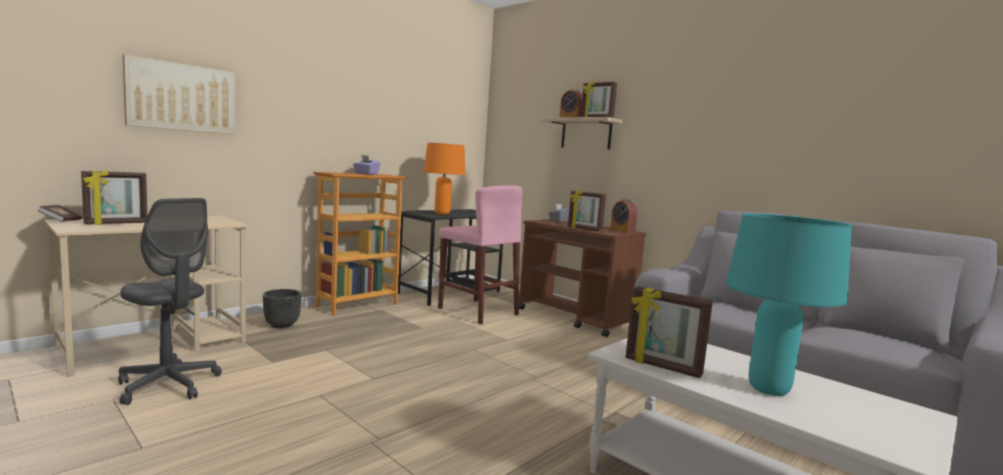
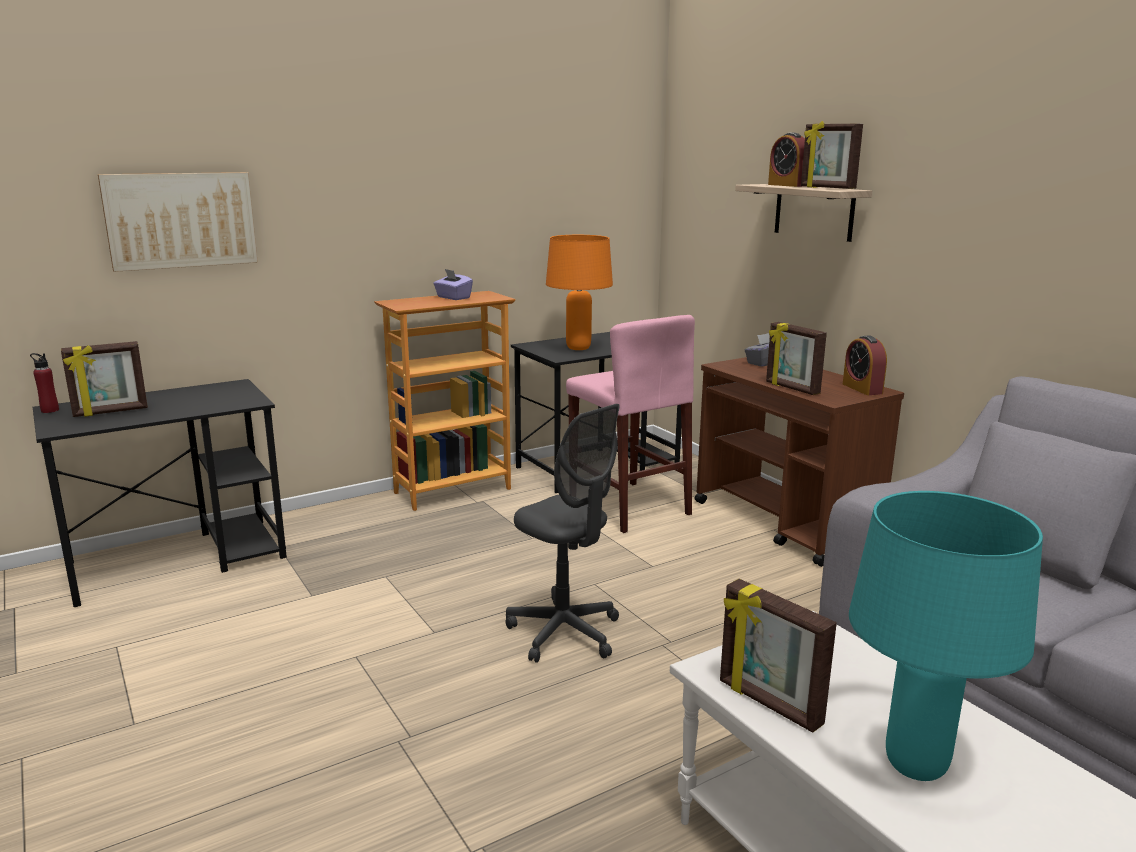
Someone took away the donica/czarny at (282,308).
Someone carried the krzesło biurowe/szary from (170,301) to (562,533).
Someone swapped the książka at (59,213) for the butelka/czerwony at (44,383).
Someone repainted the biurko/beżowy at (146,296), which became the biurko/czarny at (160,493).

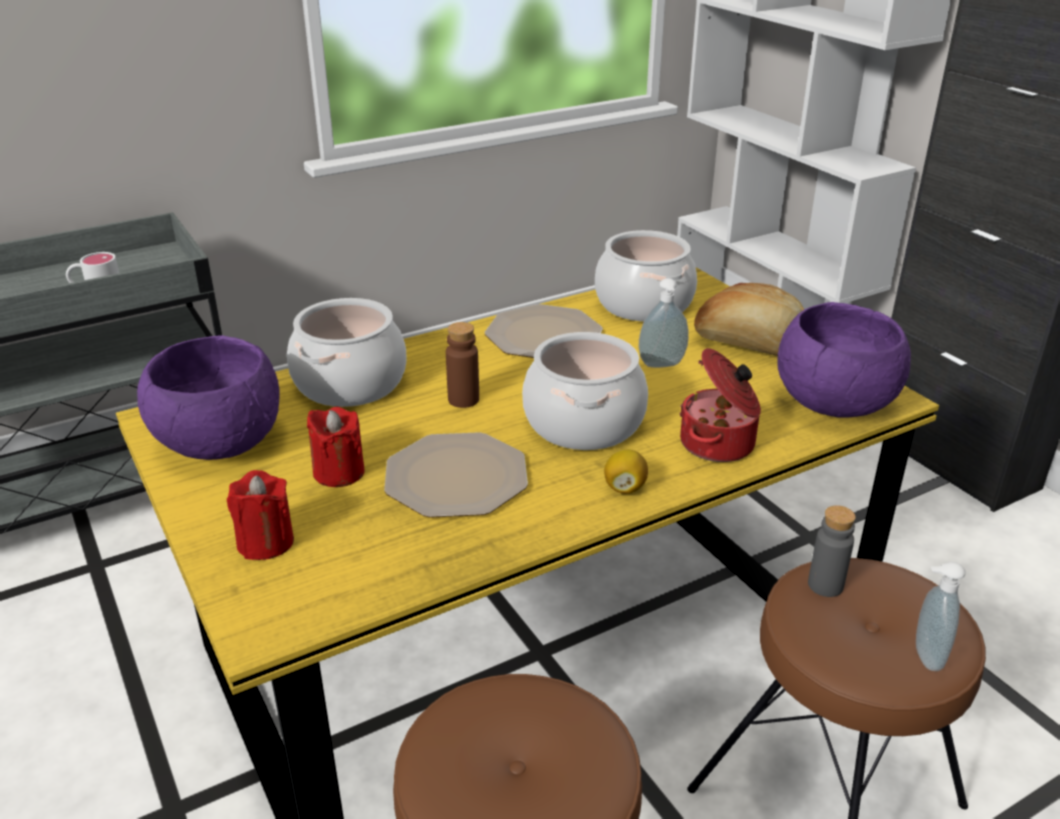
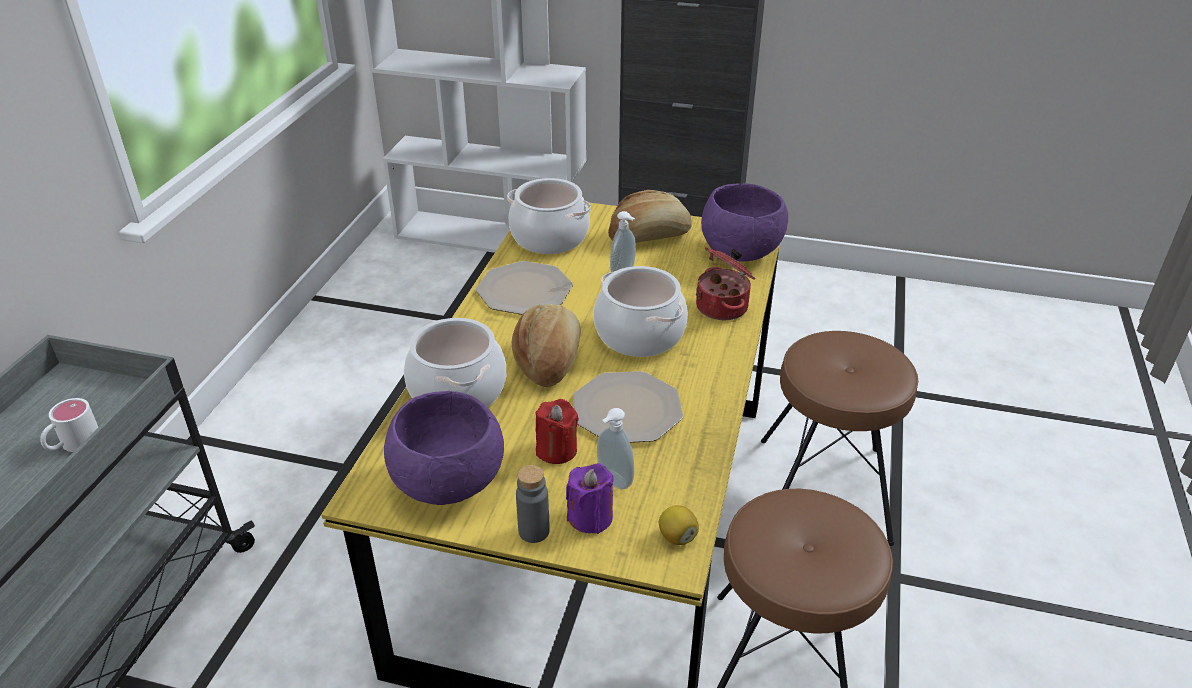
Someone carried the cytryna from (626,472) to (679,525).
Someone carried the butelka/szary from (832,551) to (533,504).
Someone carried the dozownik mydła from (941,616) to (615,449).
Someone swapped the butelka/brązowy at (462,365) for the chleb at (546,345).
Someone repainted the świeca/czerwony at (260,515), which became the świeca/fioletowy at (590,498).

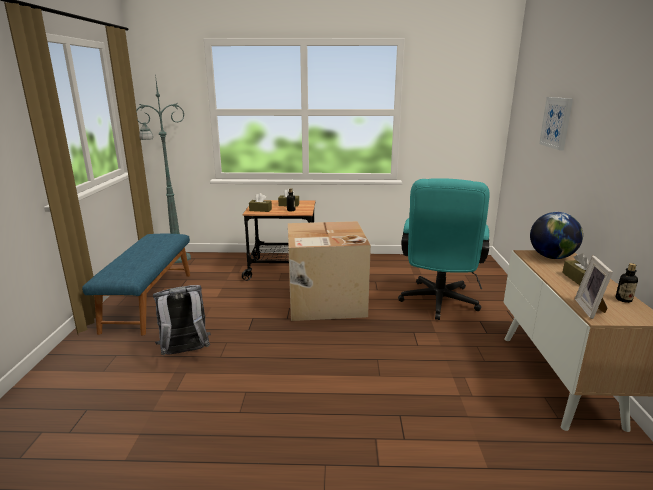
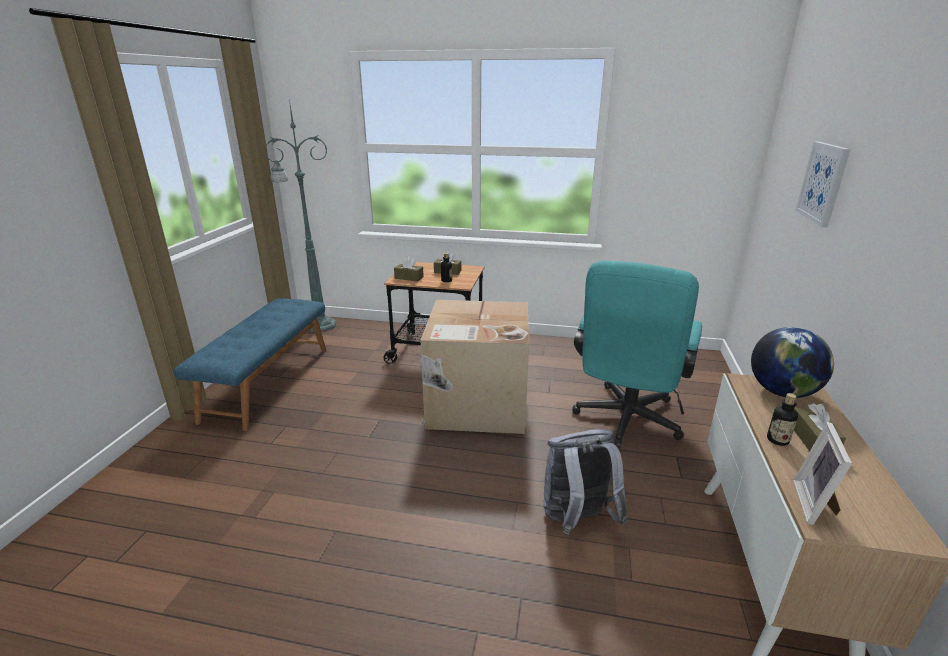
Someone carried the plecak/szary from (182,320) to (585,482).
Someone carried the butelka from (627,283) to (782,419).

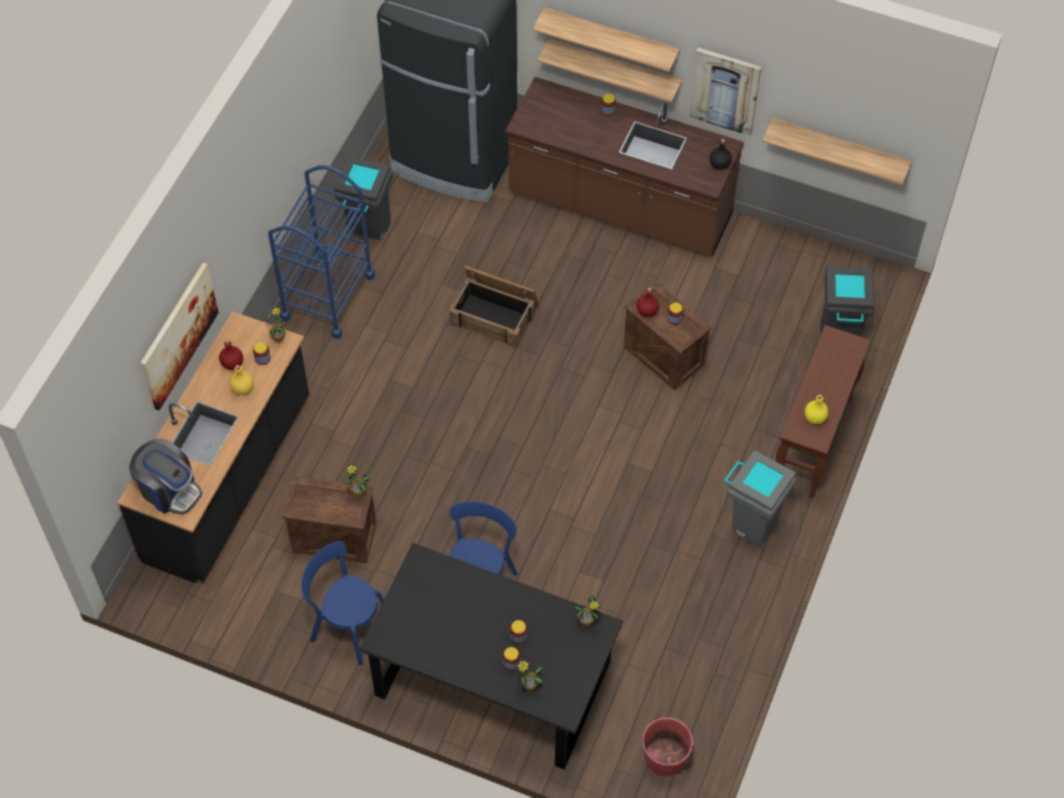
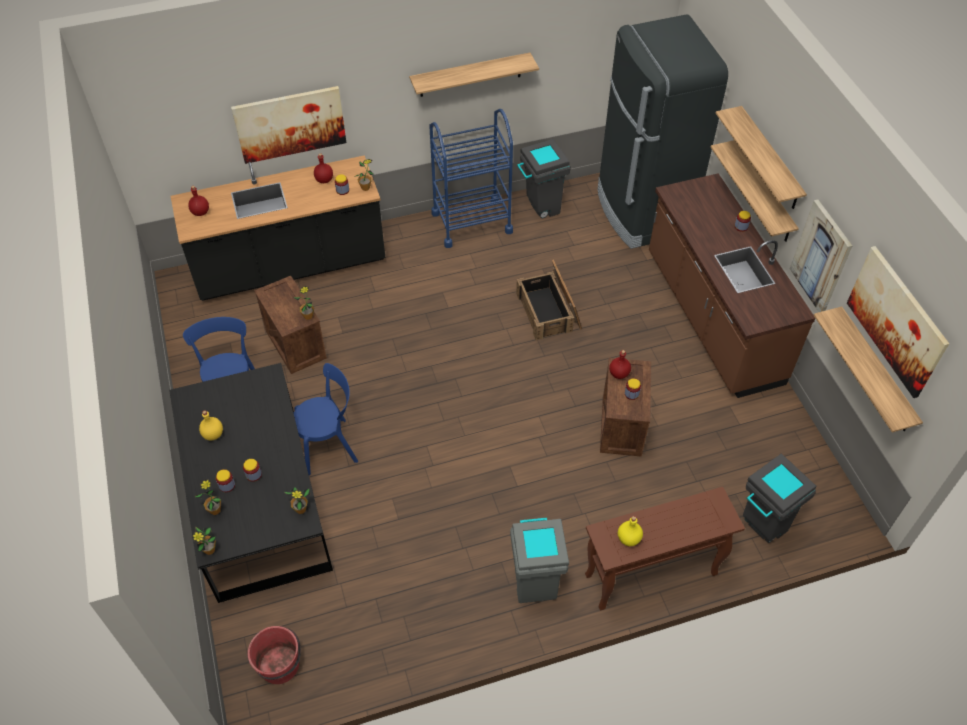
Someone took away the butelka/czarny at (721,154).
Someone put down the roślina doniczkowa at (204,541).
Someone put up the półka at (474,75).
Someone put up the obraz at (898,322).
Someone carried the butelka/żółty from (241,380) to (211,425).
Someone swapped the ekspres do kawy at (165,476) for the butelka/czerwony at (198,201).

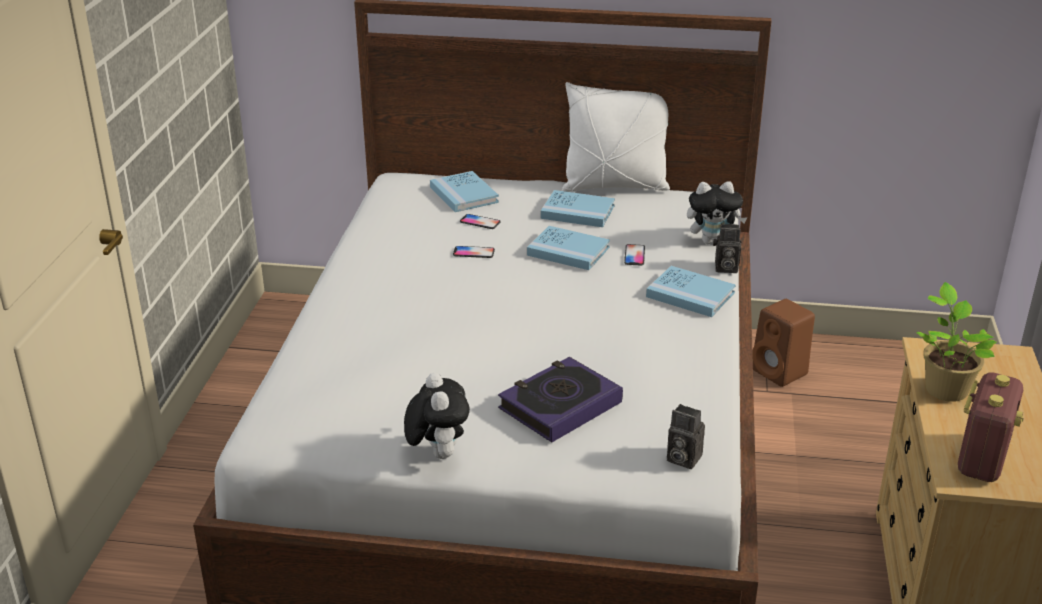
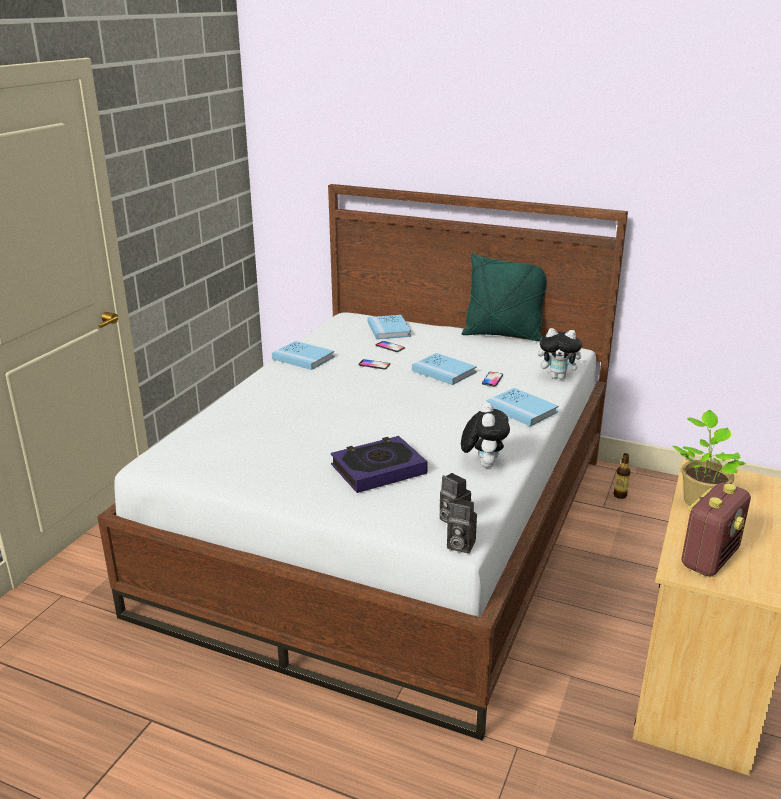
Someone carried the pluszak from (437,416) to (485,435).
Someone carried the książka/niebieski from (577,208) to (303,355).
Someone carried the aparat fotograficzny from (727,248) to (462,526).
Someone swapped the głośnik/brązowy at (783,343) for the butelka at (621,476).
Someone repainted the poduszka/biały at (616,137), which became the poduszka/zielony at (504,297).

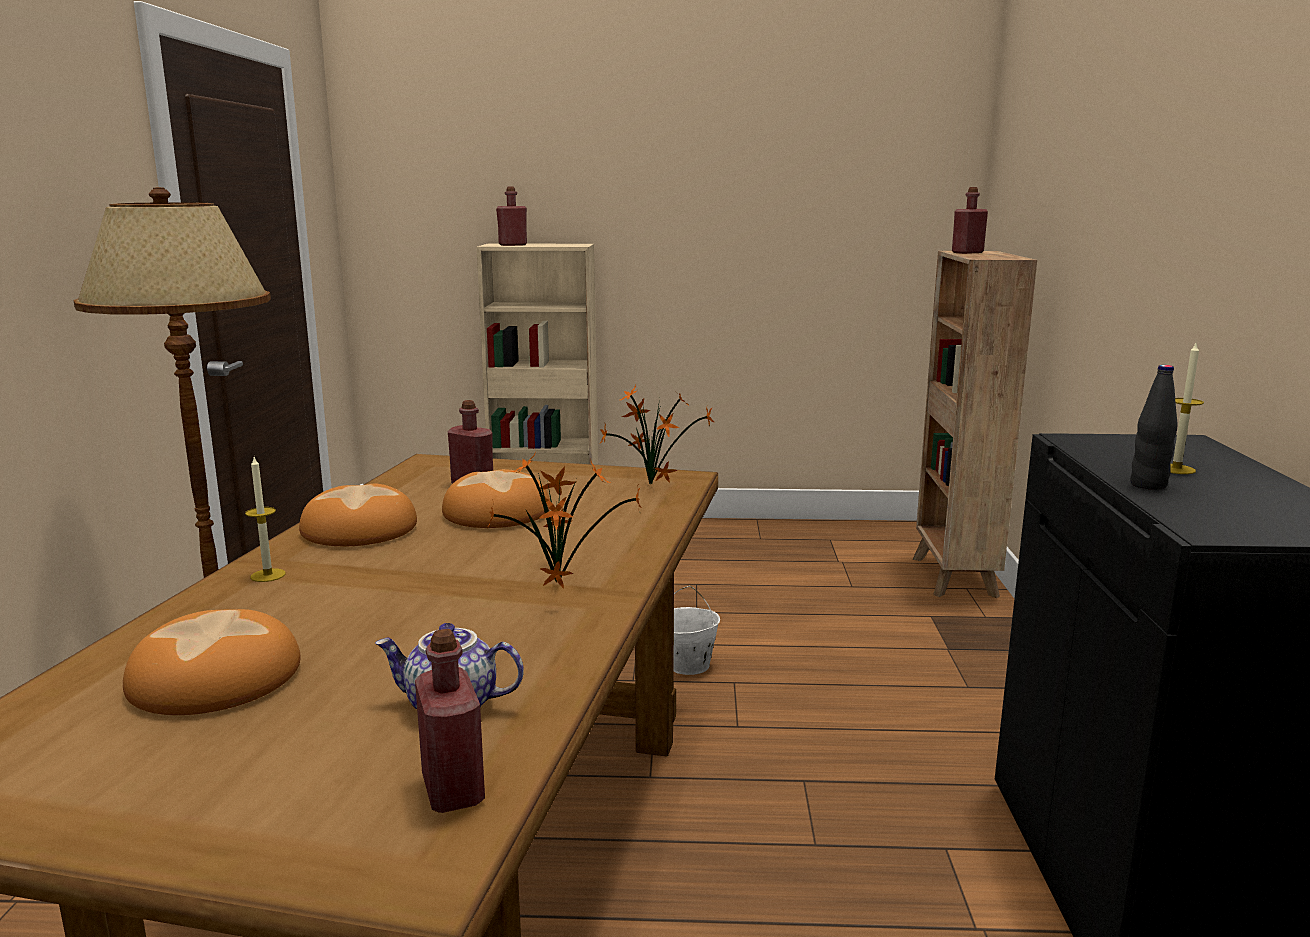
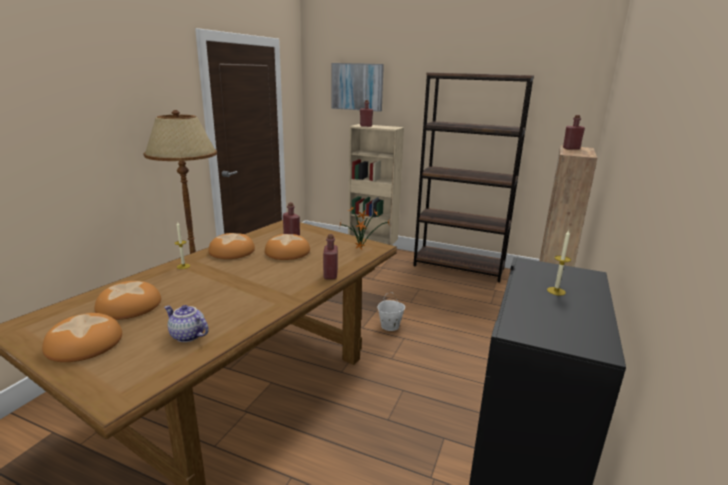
Someone took away the roślina doniczkowa at (564,520).
Someone took away the butelka/czarny at (1154,427).
Someone put down the chleb at (82,337).
Someone put up the obraz at (357,87).
Someone put down the regał/brązowy at (473,177).
Someone carried the butelka/czerwony from (450,721) to (330,256).

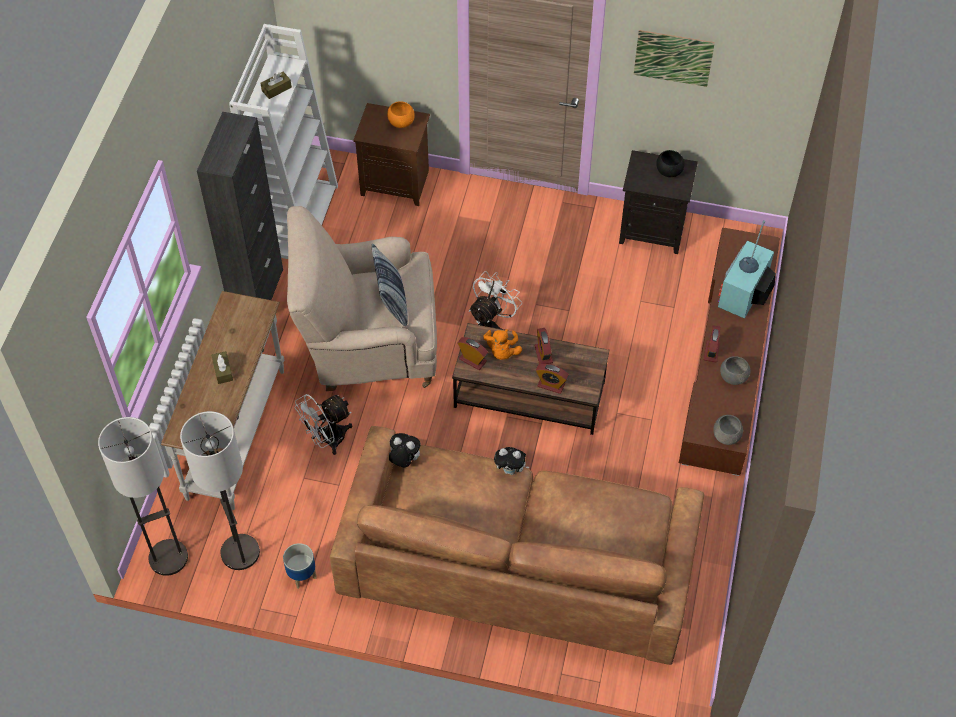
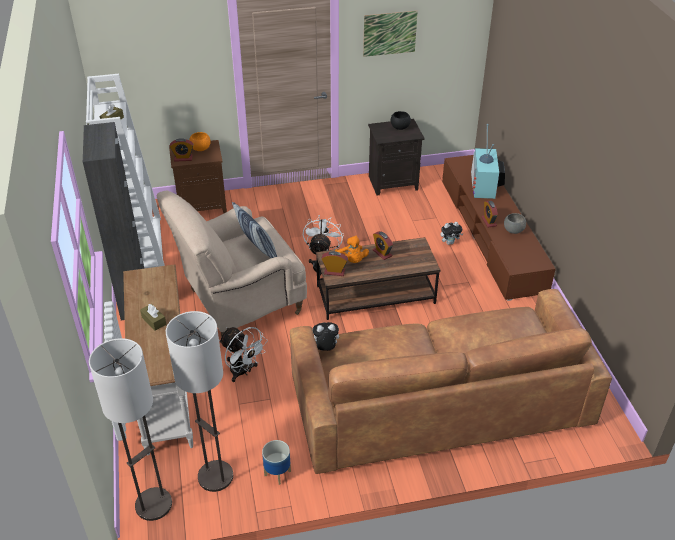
Someone took away the miska/szary at (728,430).
Someone carried the pluszak from (511,461) to (451,233).
Someone carried the budzik from (552,379) to (181,150).
Someone rotated the wentylator/biały at (323,424) by 75 degrees counterclockwise.

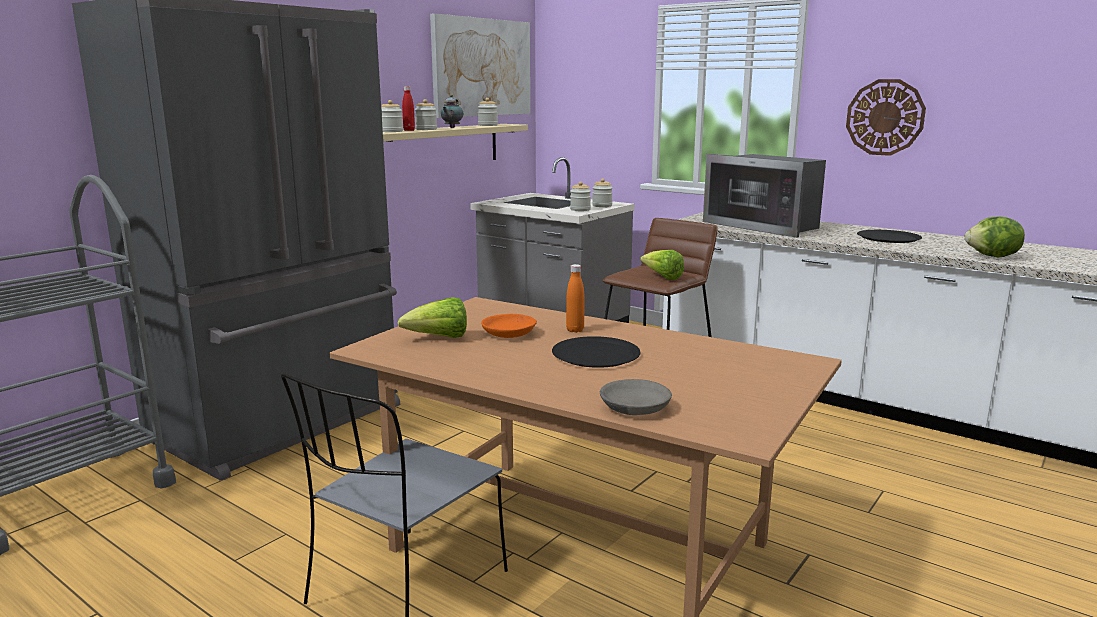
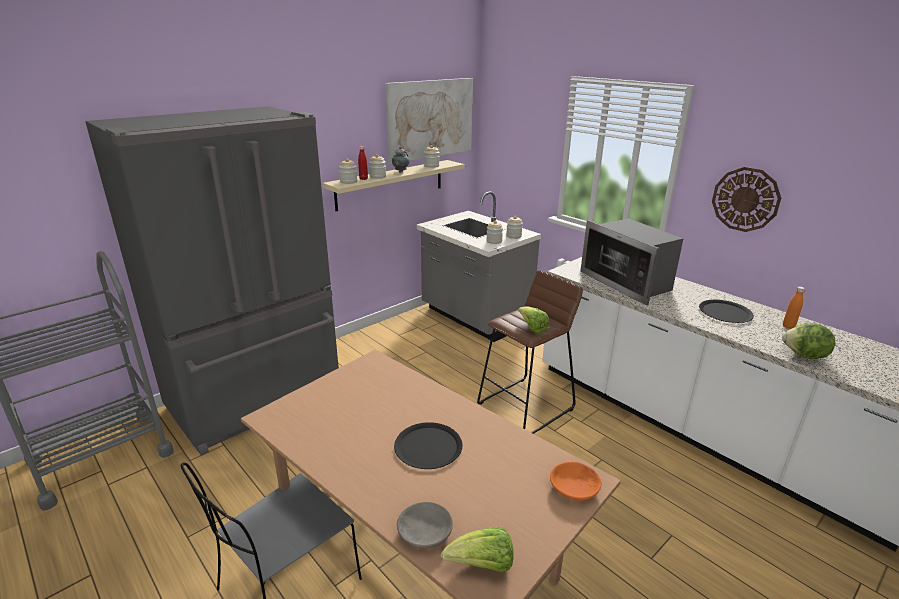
Someone carried the sałata from (432,317) to (477,549).
Someone carried the miska/pomarańczowy from (509,326) to (576,481).
Someone carried the butelka/pomarańczowy from (575,298) to (794,307).

